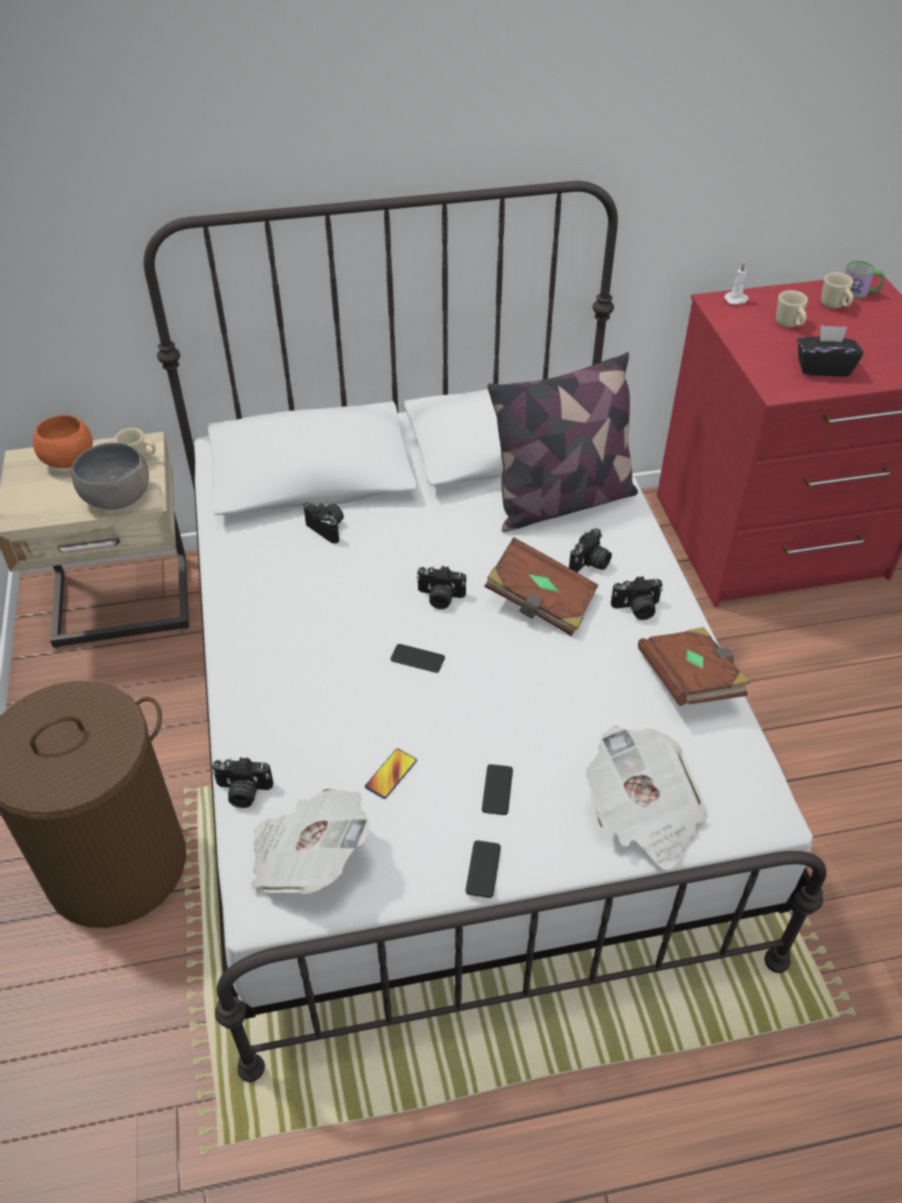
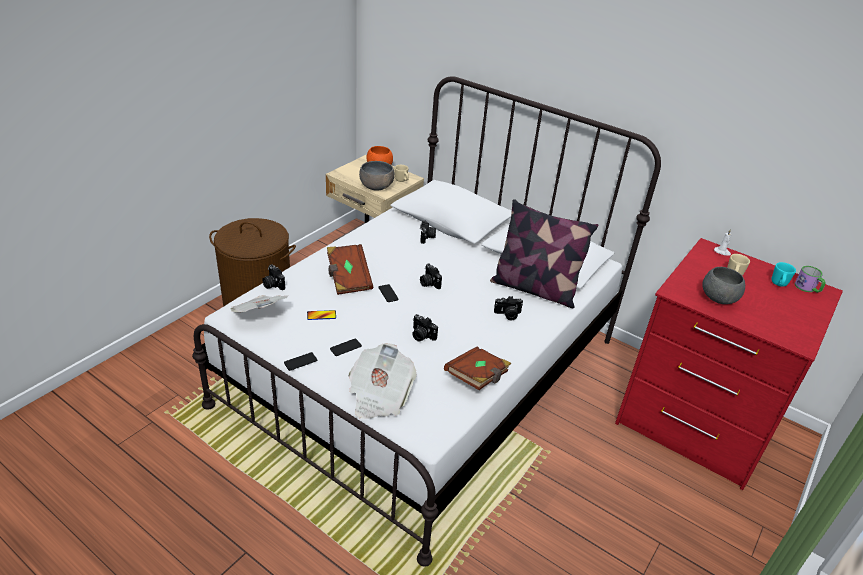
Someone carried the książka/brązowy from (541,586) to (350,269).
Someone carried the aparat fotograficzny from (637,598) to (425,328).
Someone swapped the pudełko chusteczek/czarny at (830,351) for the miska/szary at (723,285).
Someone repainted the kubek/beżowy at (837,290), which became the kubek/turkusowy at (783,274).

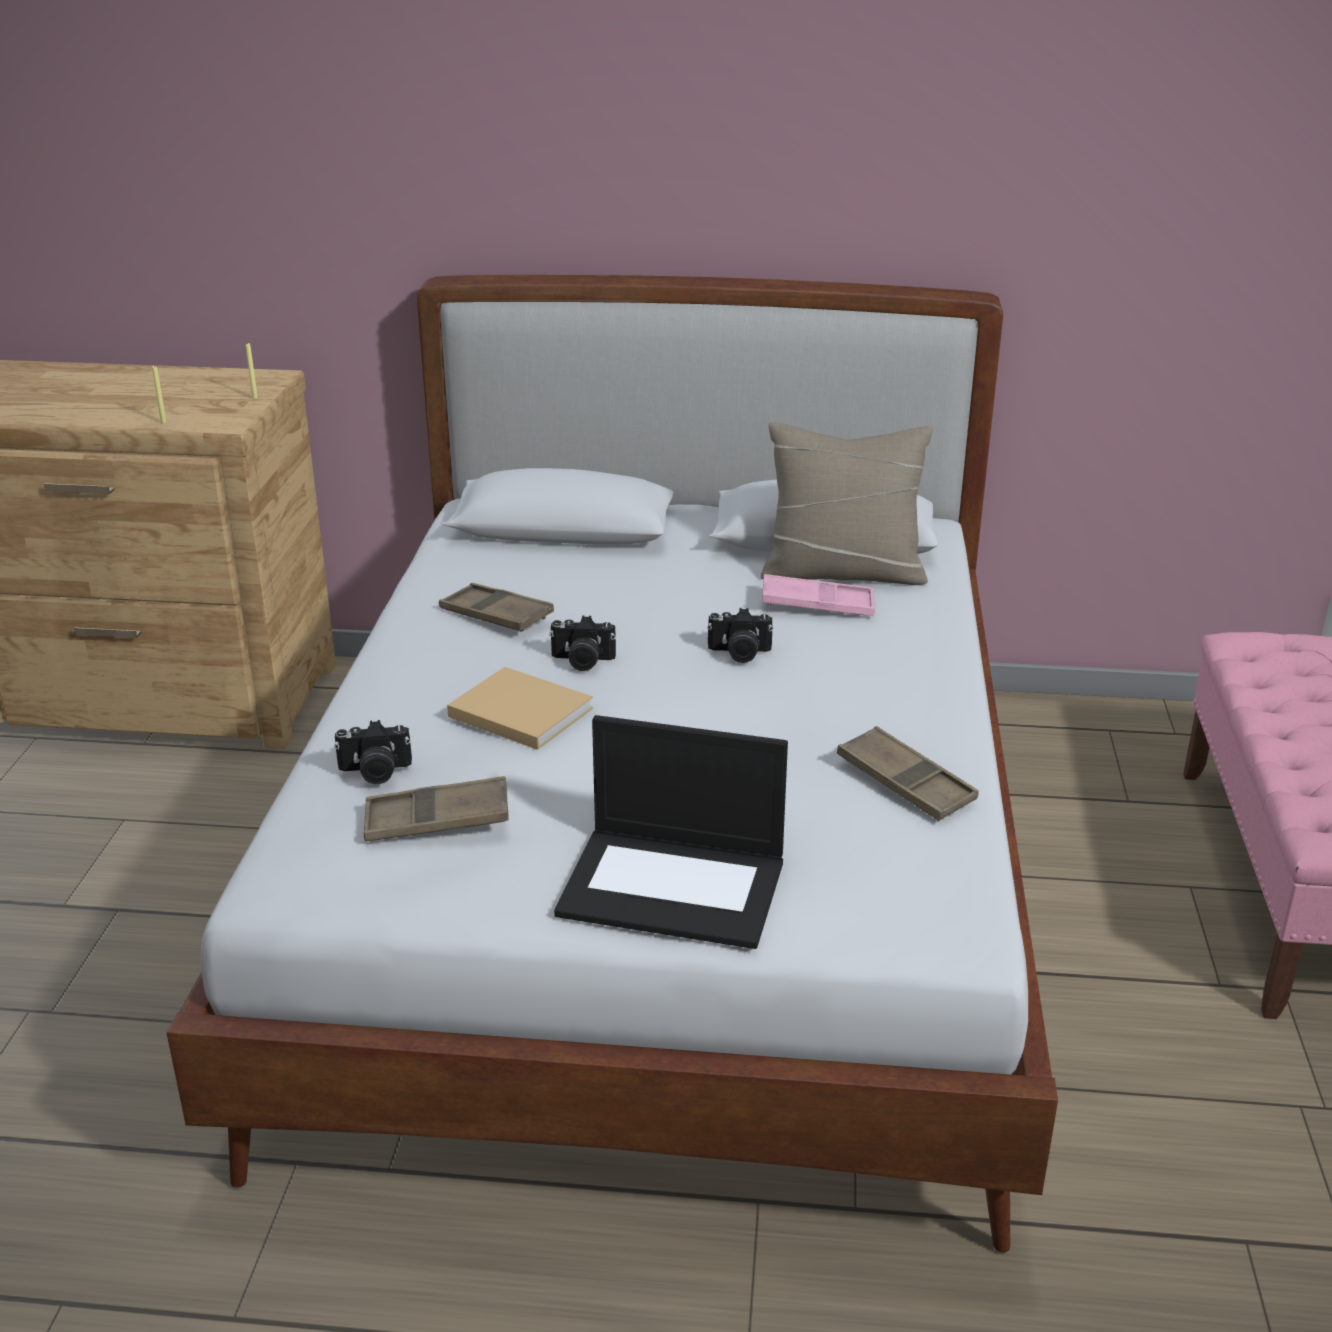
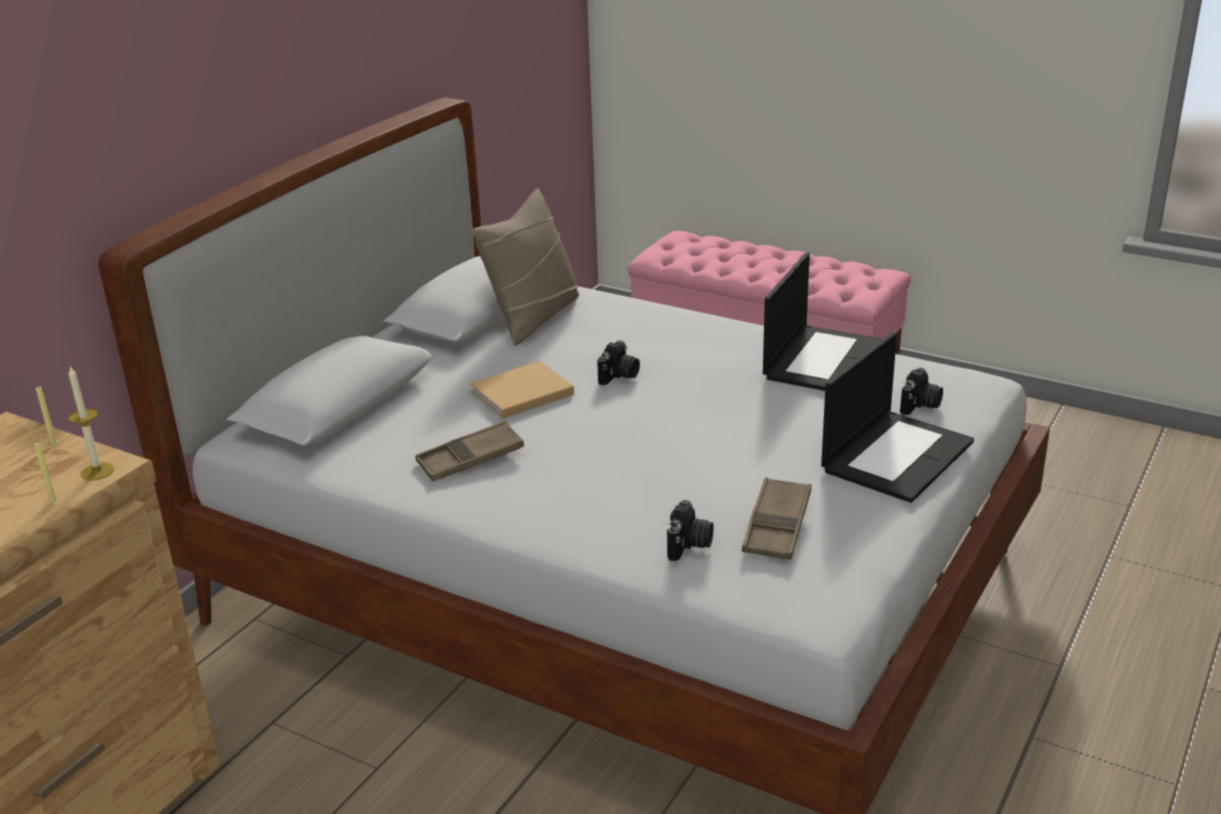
Someone took away the taca/różowy at (818,595).
Someone put down the świeca at (91,423).
Someone carried the książka/beżowy from (520,708) to (522,390).
Someone carried the aparat fotograficzny from (582,643) to (921,391).
Someone swapped the taca/brązowy at (908,773) for the laptop at (822,322).

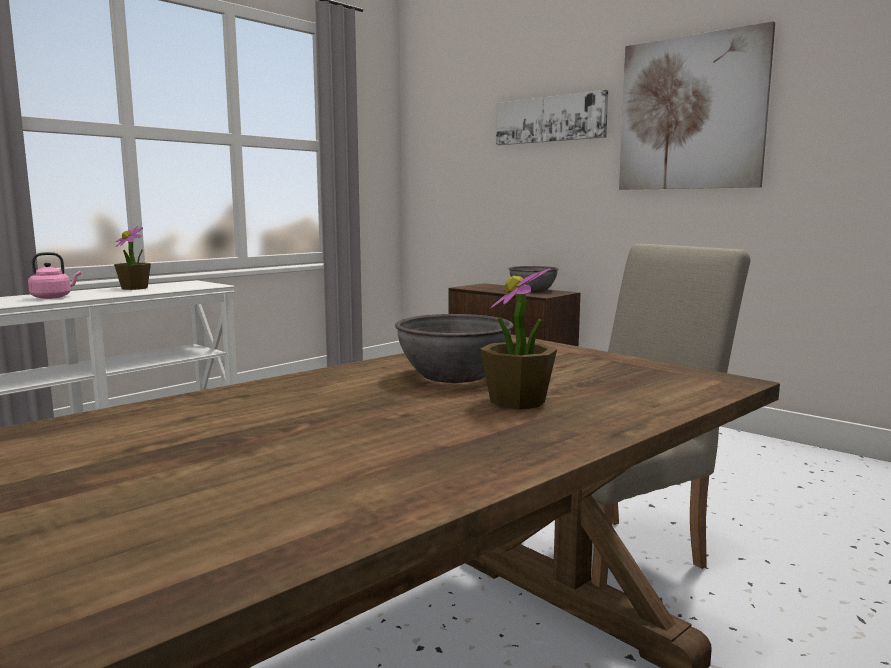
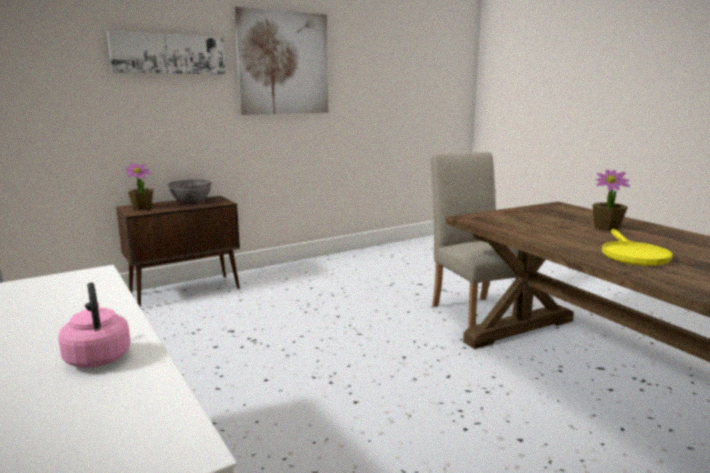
Someone took away the miska/szary at (454,348).
Someone put down the patelnia/żółty at (637,247).
Someone carried the roślina doniczkowa from (132,258) to (139,186).

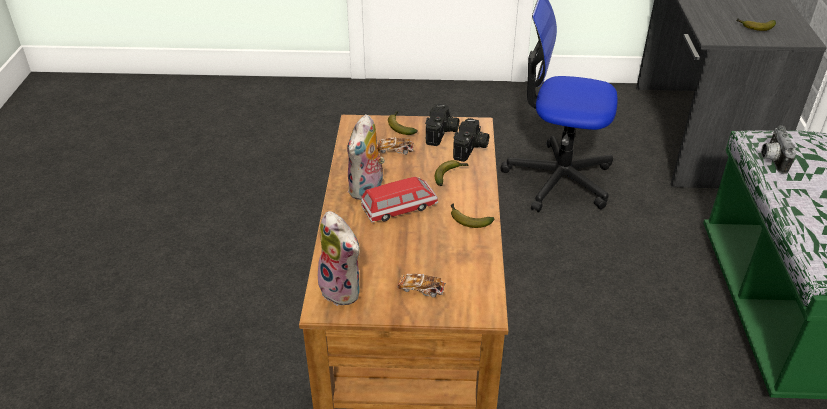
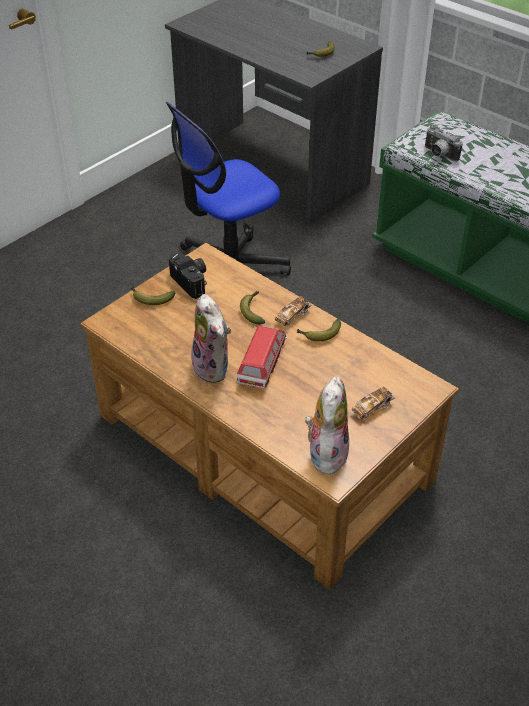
Someone took away the aparat fotograficzny at (471,140).
Someone carried the samochodzik from (395,146) to (293,311).
Someone rotated the pluszak at (339,258) by 75 degrees counterclockwise.

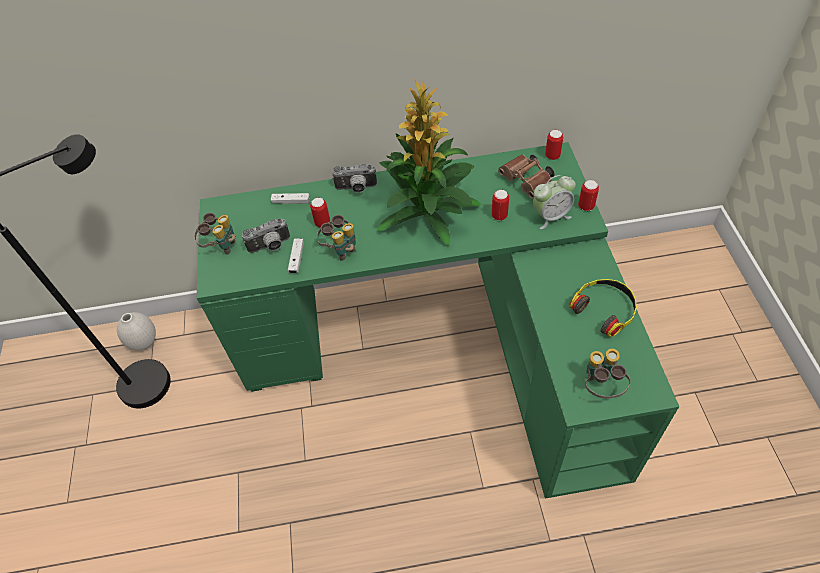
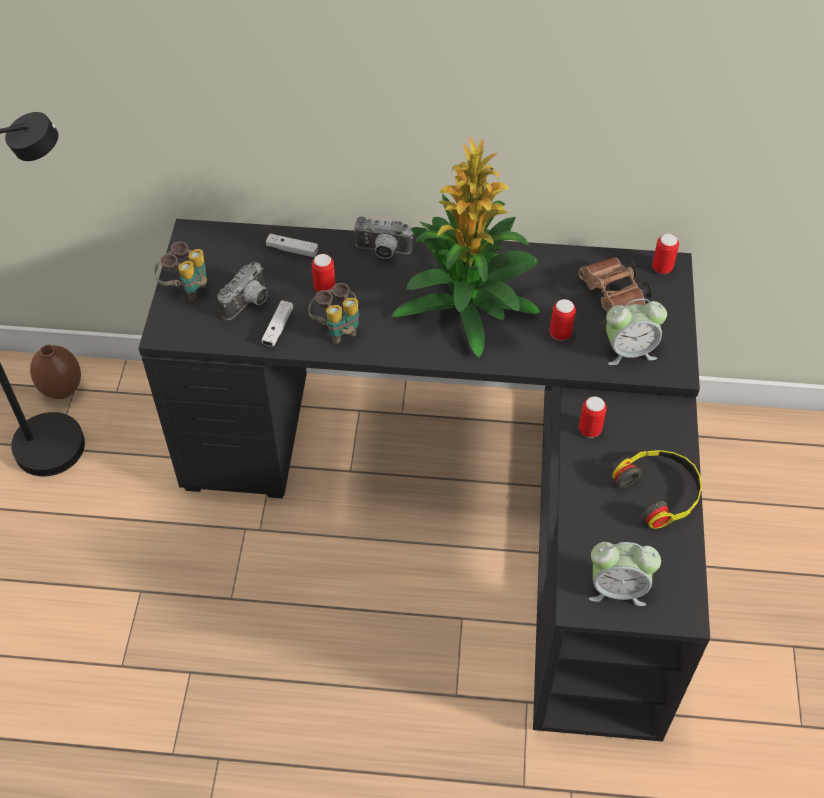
Someone carried the puszka from (588,195) to (593,417).
Someone swapped the lornetka at (608,373) for the budzik at (625,574).
Someone repainted the wazon/biały at (136,331), which became the wazon/brązowy at (55,372).
Someone repainted the biurko/zielony at (438,320), which became the biurko/czarny at (424,480).
Someone rotated the aparat fotograficzny at (266,235) by 45 degrees counterclockwise.

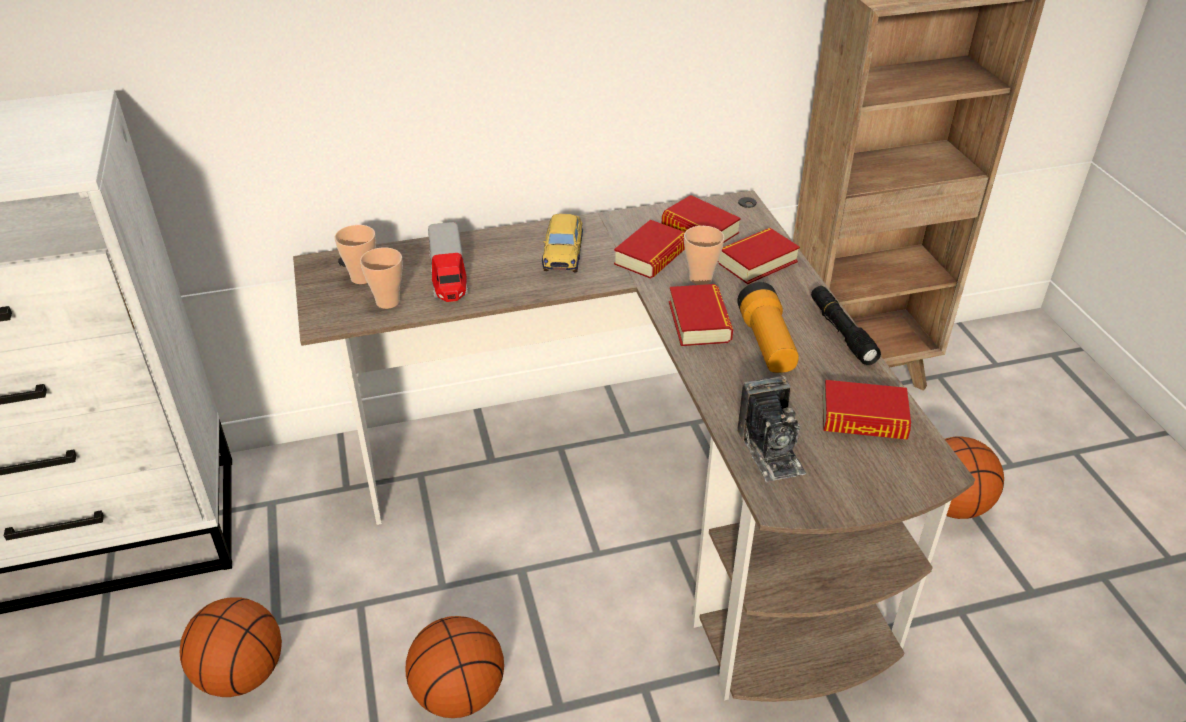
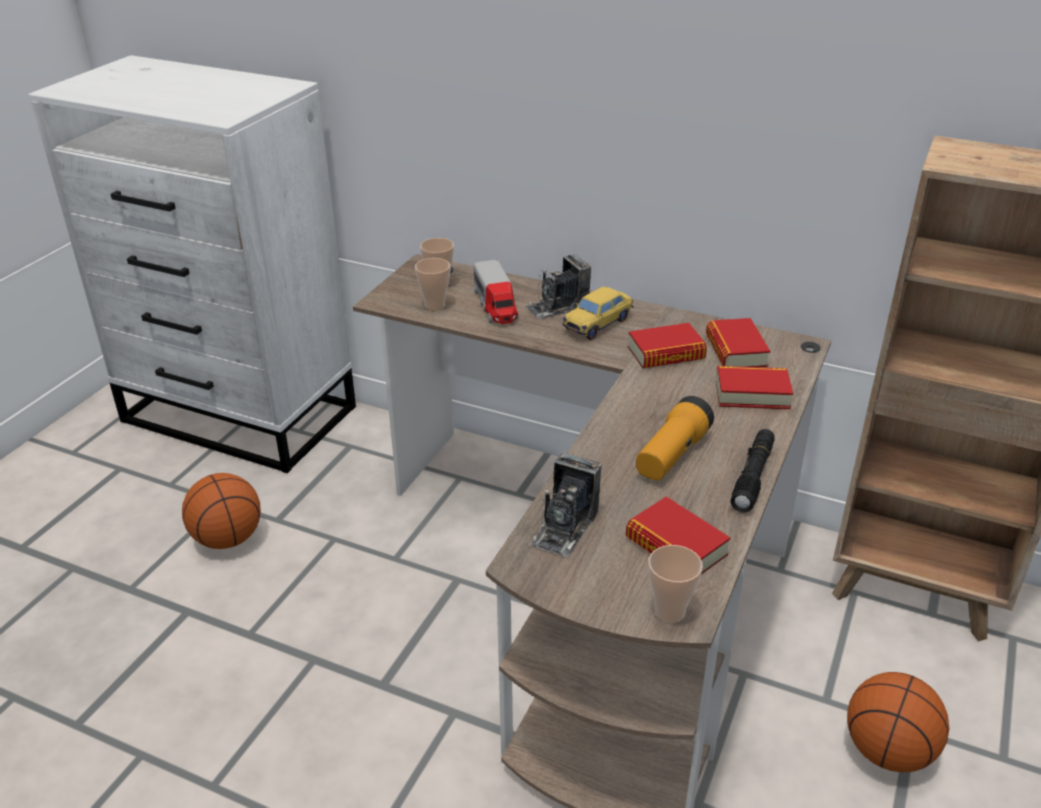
Someone took away the piłka do koszykówki at (455,667).
Someone took away the książka at (701,315).
Someone put down the aparat fotograficzny at (557,287).
Someone carried the filiżanka from (704,255) to (675,584).
Someone rotated the ciężarówka zabawkowa at (448,262) by 45 degrees counterclockwise.

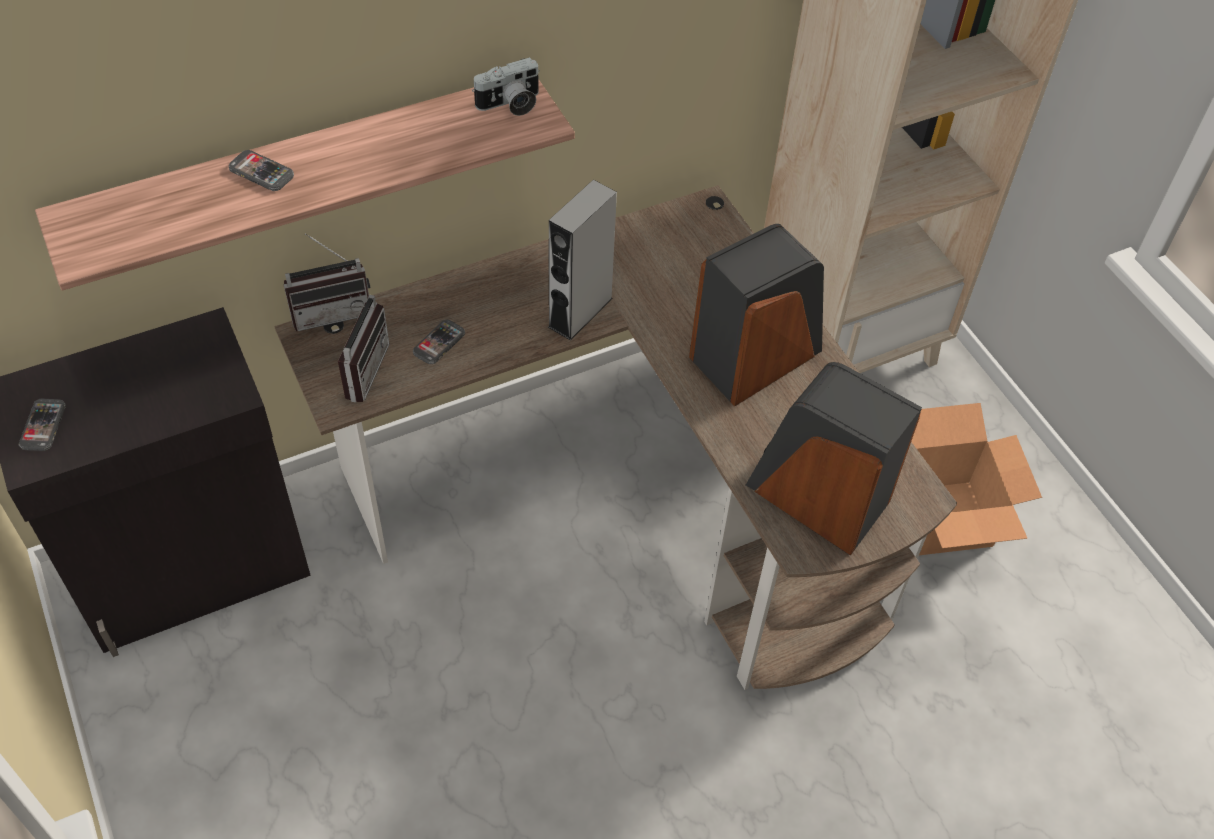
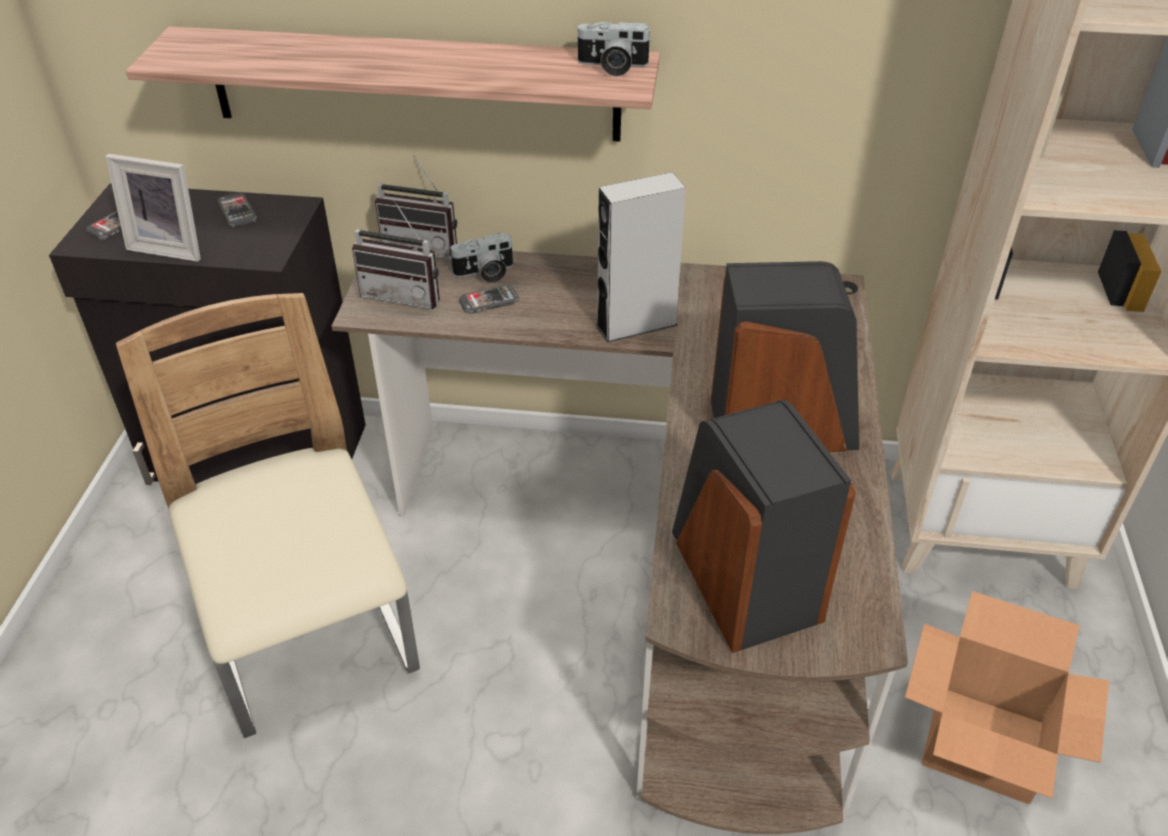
Someone put down the ramka na zdjęcie at (153,208).
Someone put down the krzesło/beżowy at (268,515).
Someone put down the aparat fotograficzny at (481,258).
Someone carried the telefon from (261,170) to (237,210).
Someone rotated the radio at (356,349) by 60 degrees clockwise.

